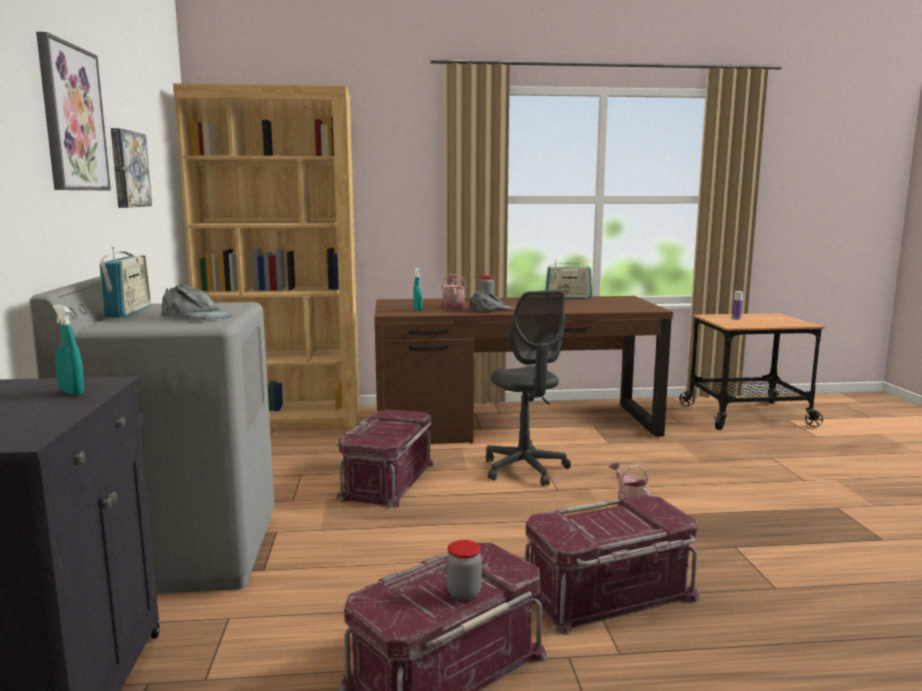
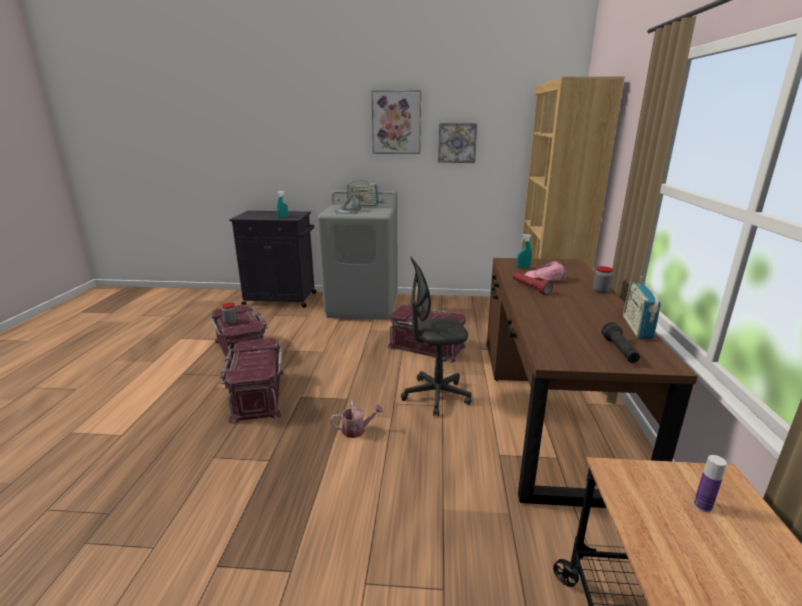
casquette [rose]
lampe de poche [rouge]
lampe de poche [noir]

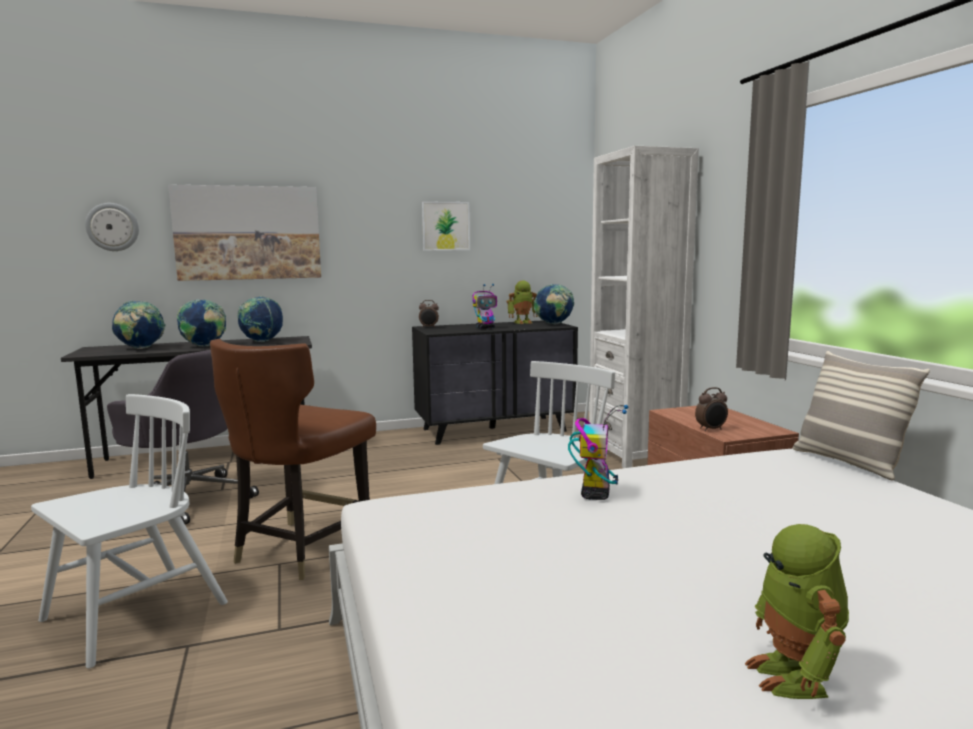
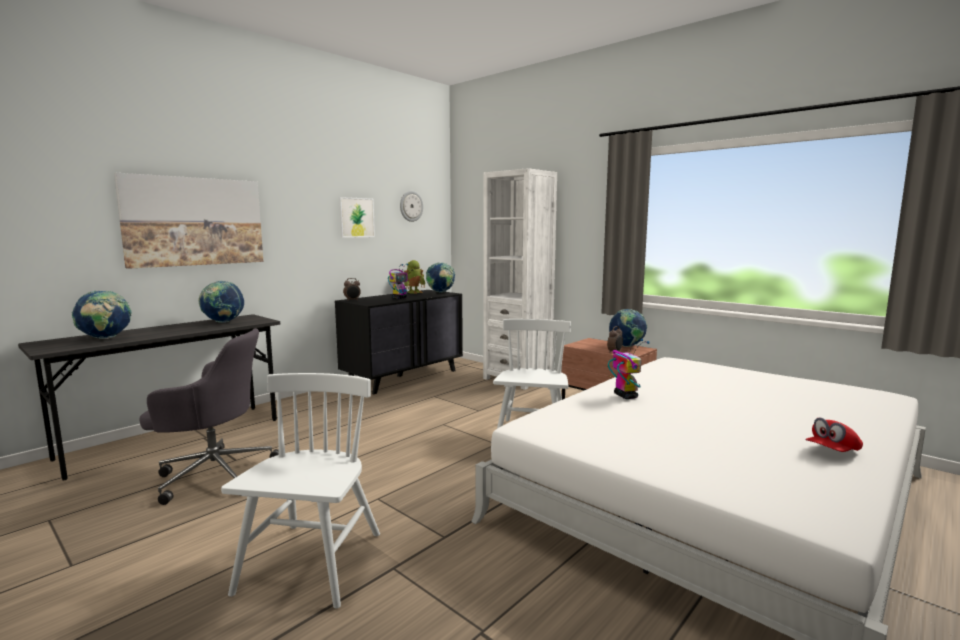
horloge murale
globe (4th from left)
chaise [marron]
coussin
casquette [rouge]

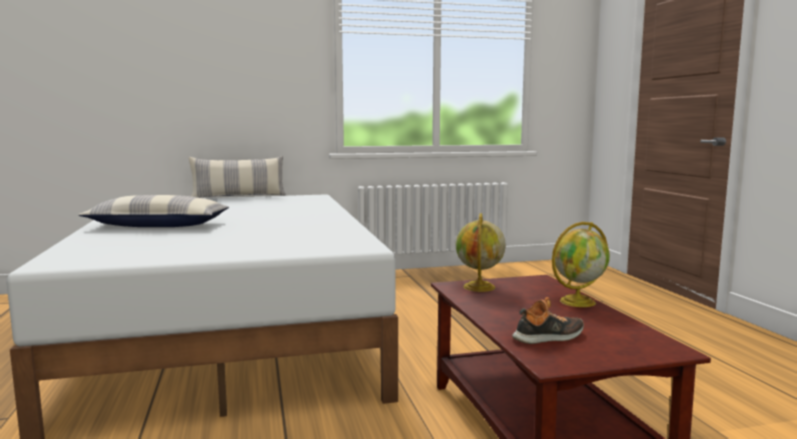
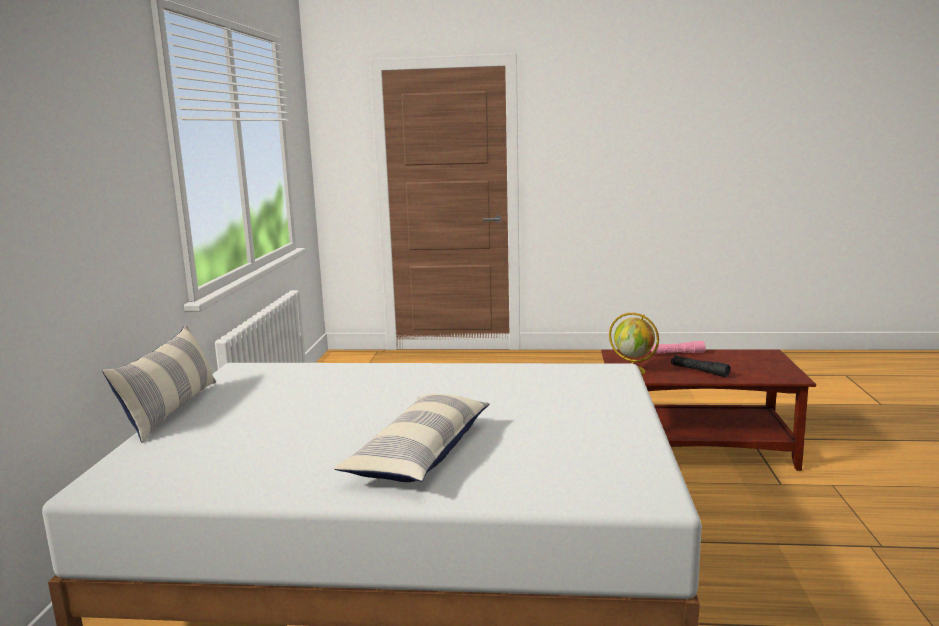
lampe de poche [rose]
chaussure
lampe de poche [noir]

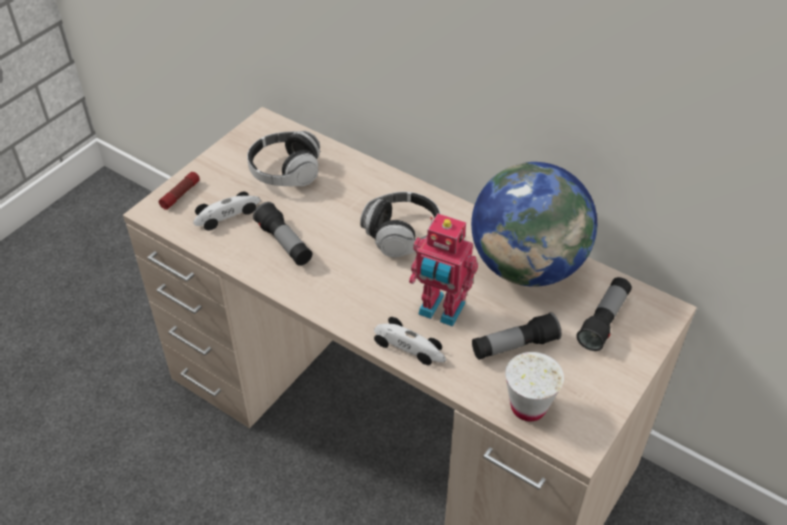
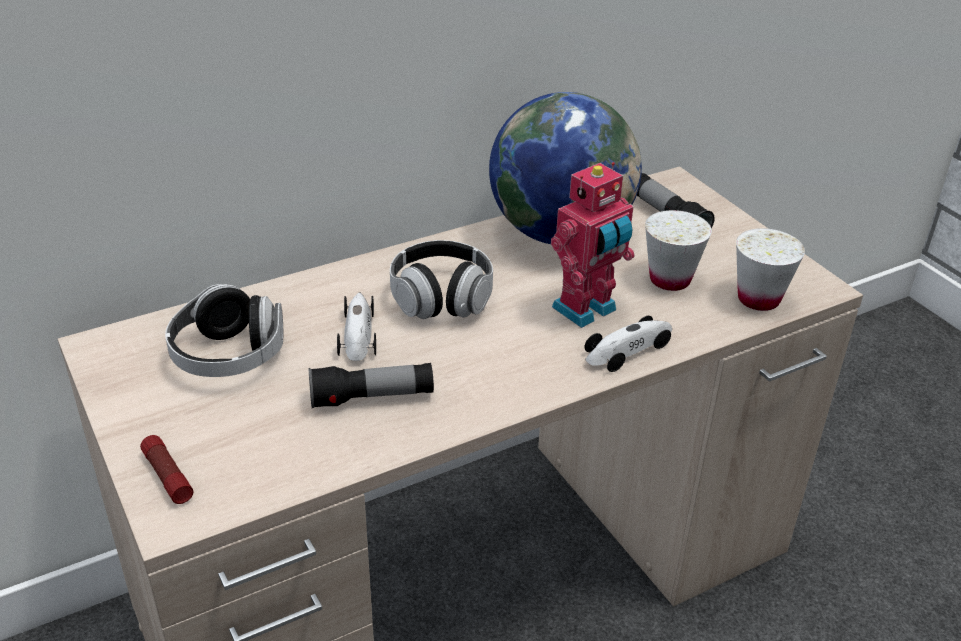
petite voiture (1st from left)
tasse [blanc] (1st from left)

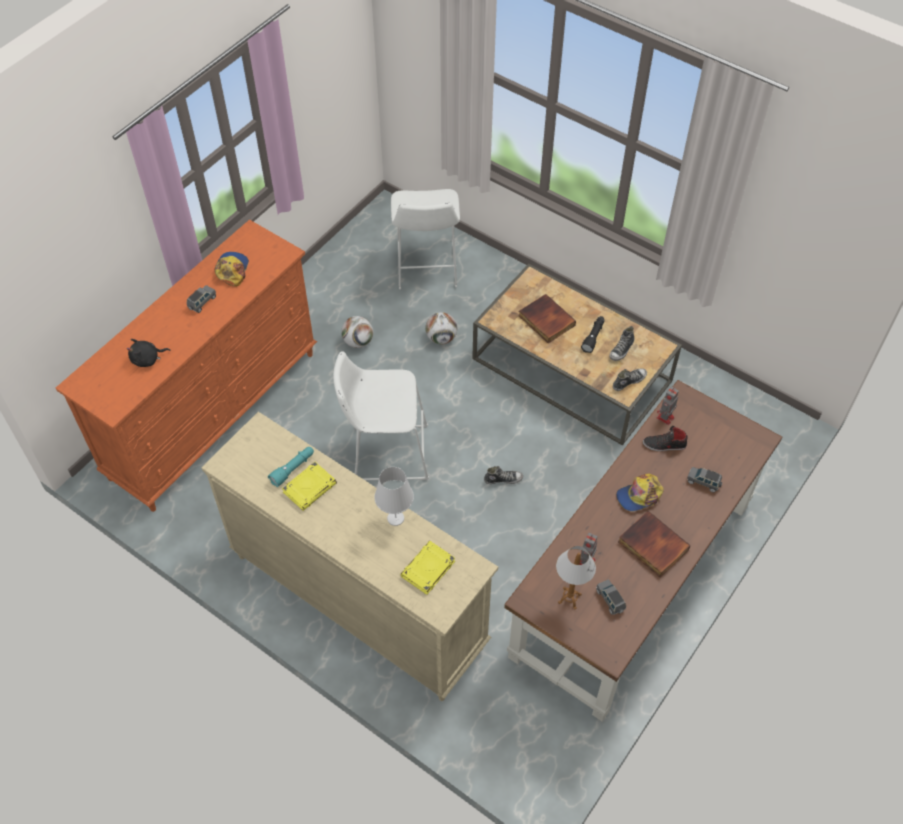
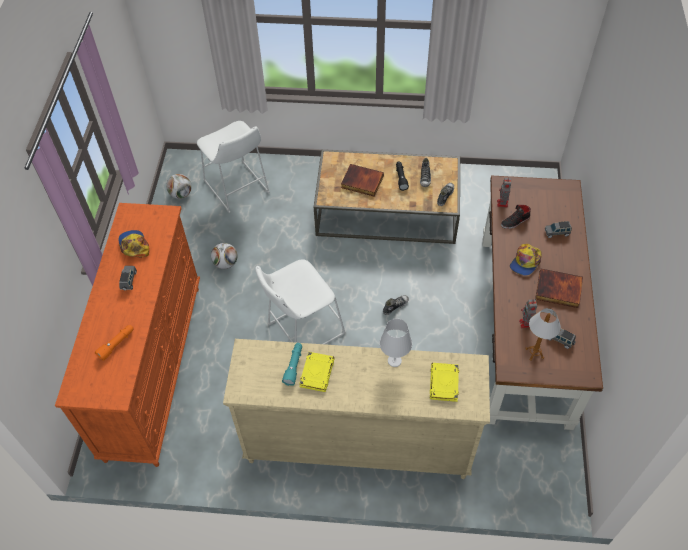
ballon de foot (1st from left)
lampe de poche [orange]

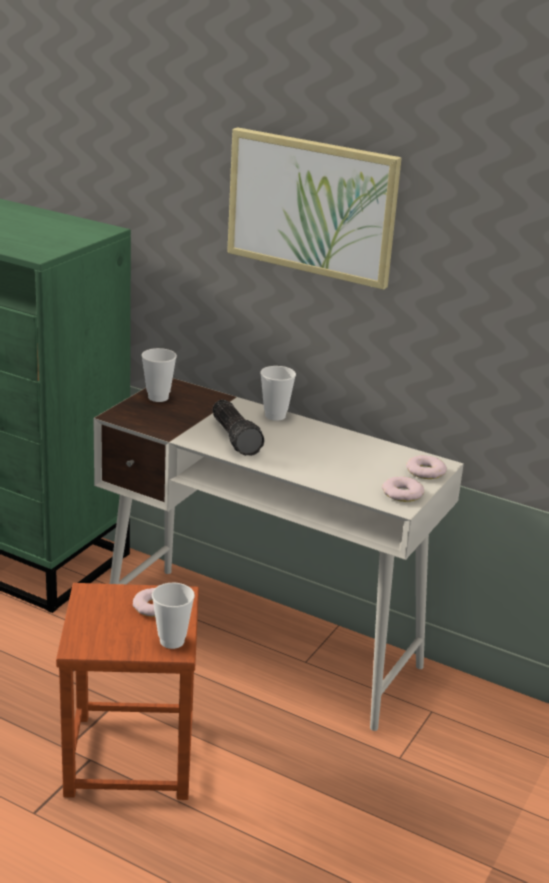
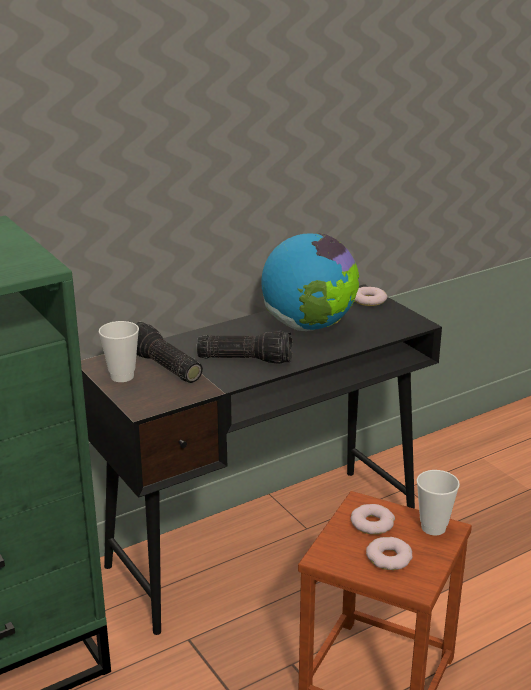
tableau
tasse (3rd from left in the first image)
bureau [noir]
beignet (3rd from left)
globe
lampe de poche (1st from left)

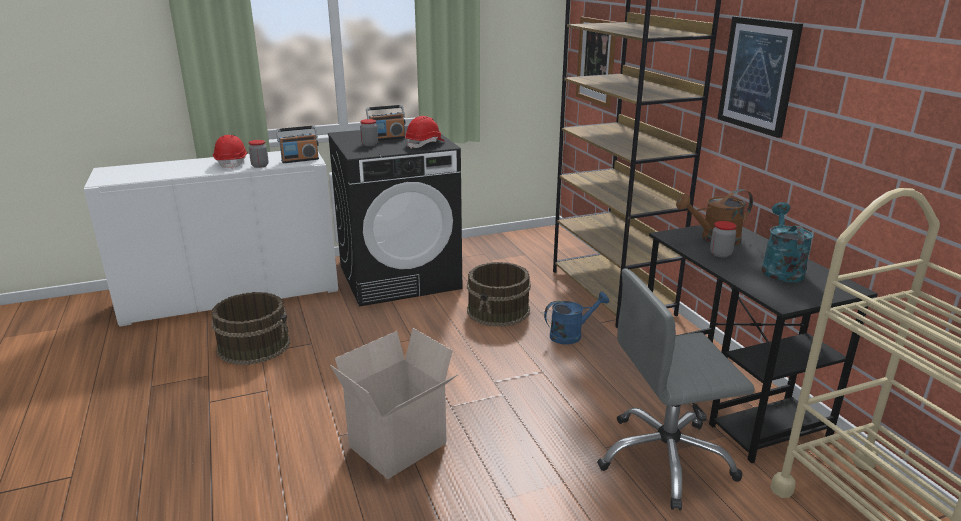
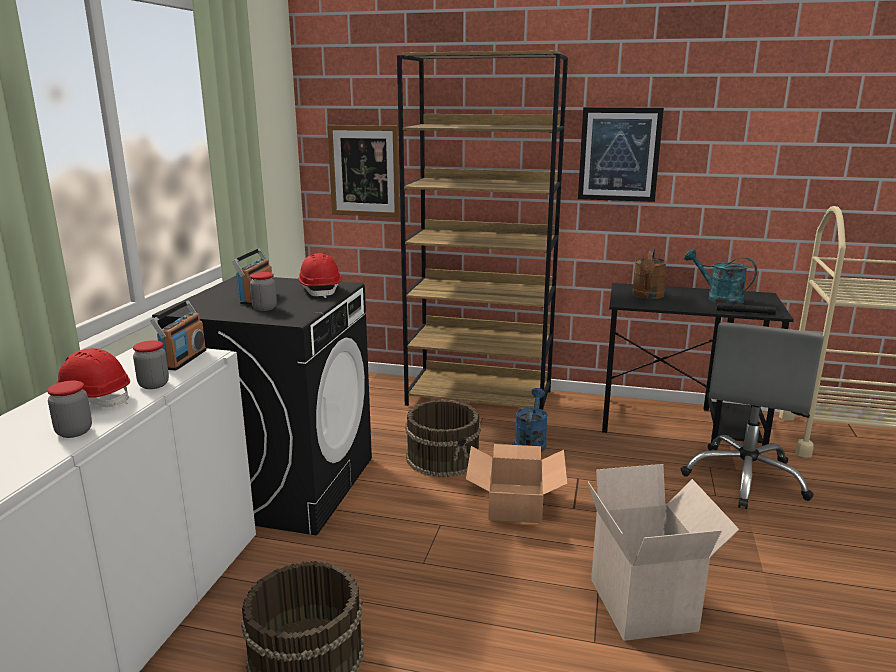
bocal (1st from left)
lampe de poche [noir]
carton (1st from left)

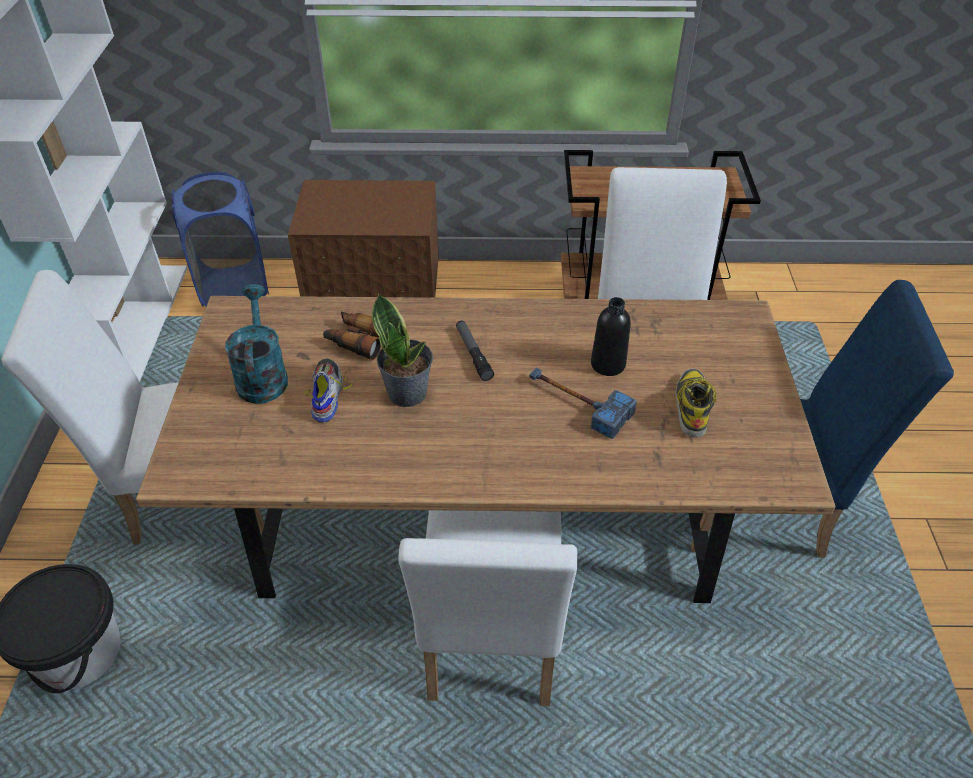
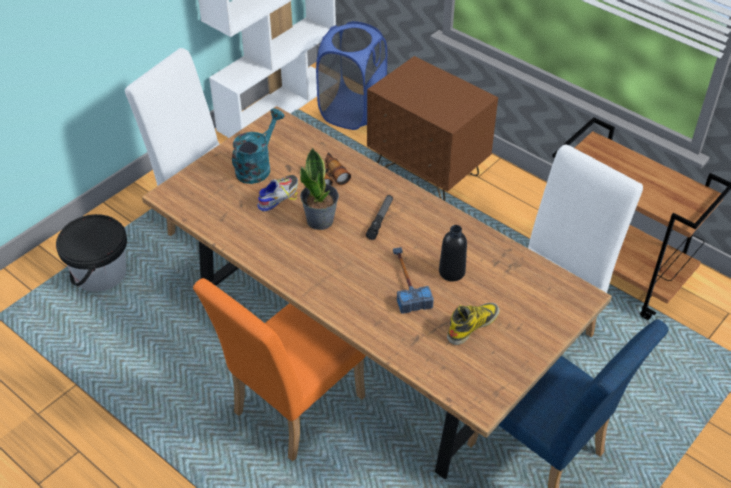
chaise [orange]

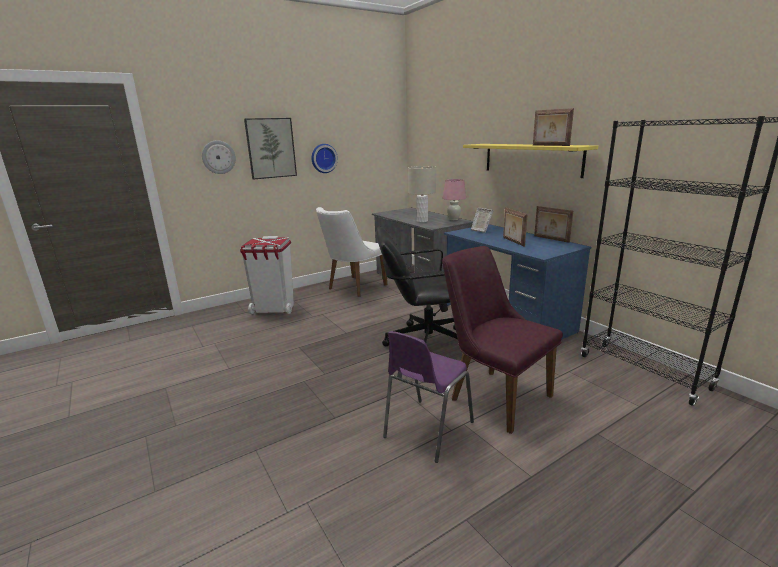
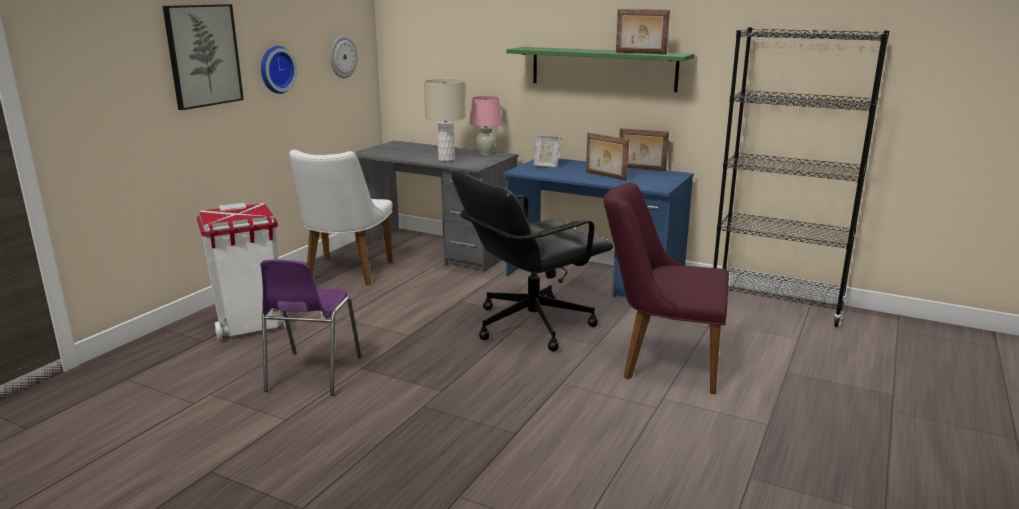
horloge murale (2nd from left)
étagère [vert]
chaise [violet] (1st from left)

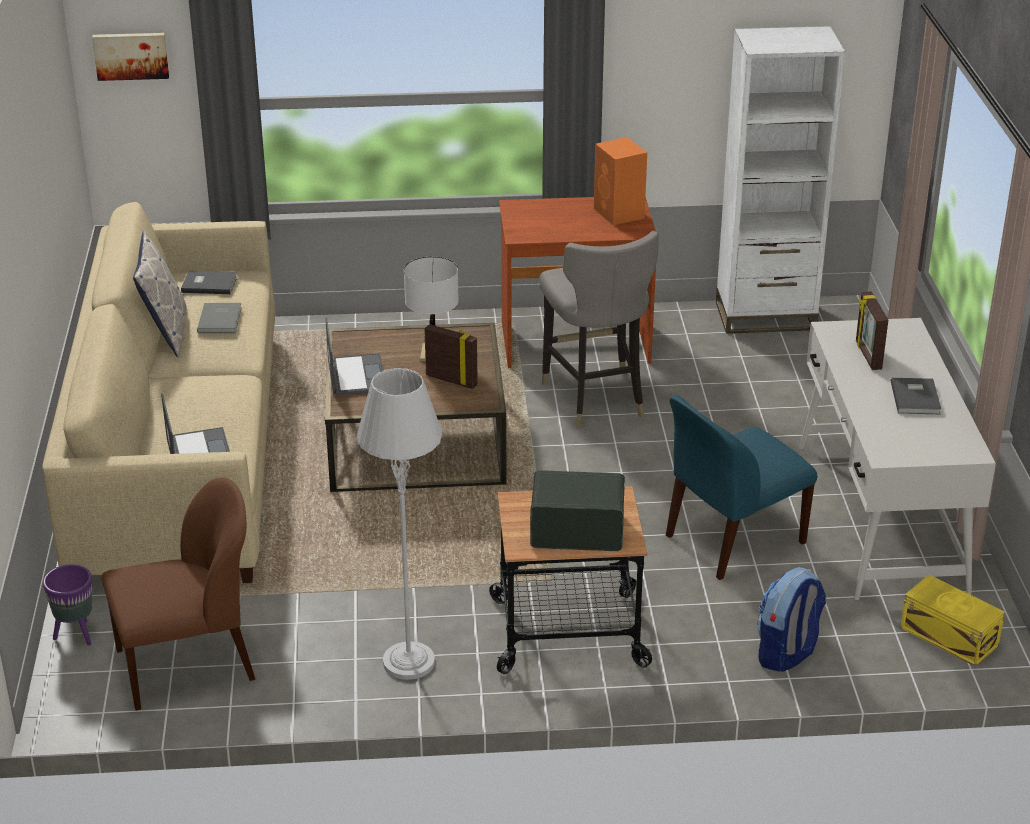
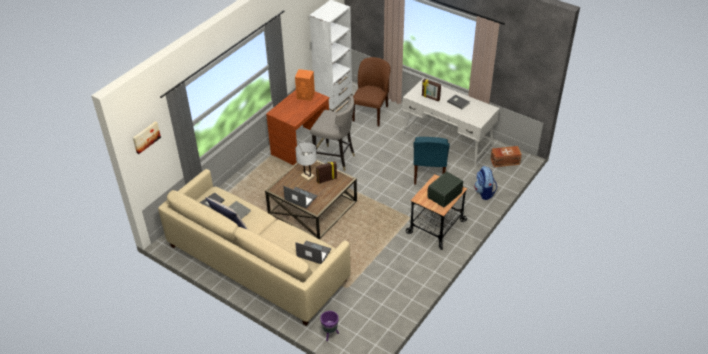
lampadaire [gris]
chaise [marron]
boîte de rangement [marron]

